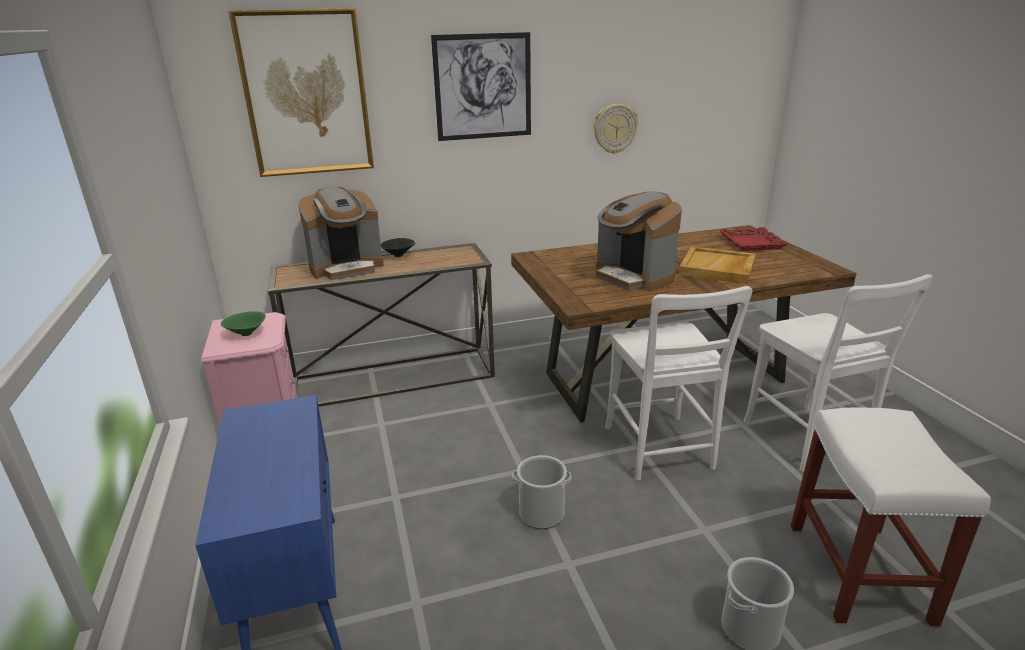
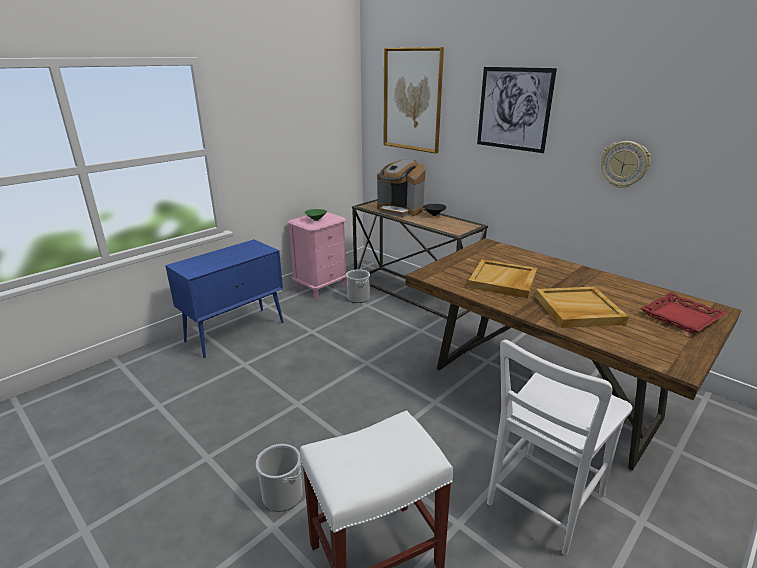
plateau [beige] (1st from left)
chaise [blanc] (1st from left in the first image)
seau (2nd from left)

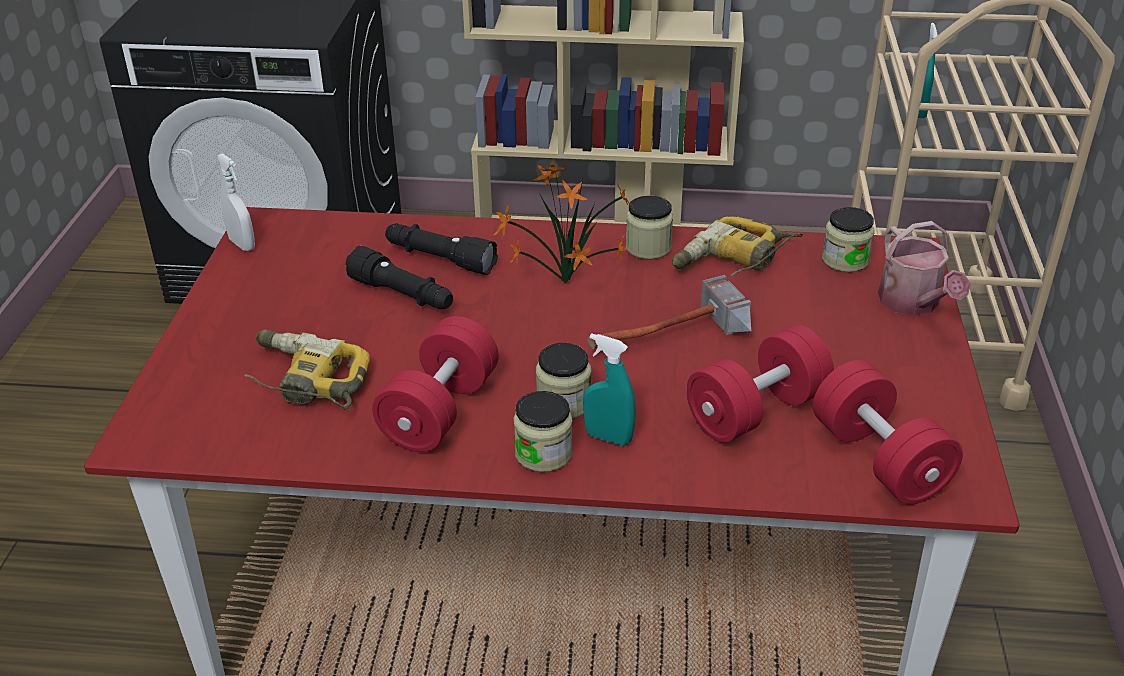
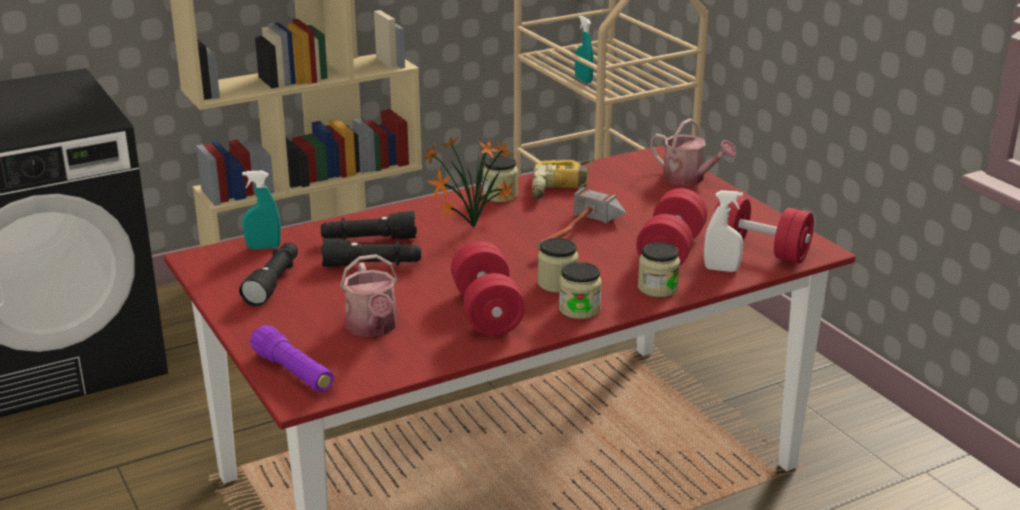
vaporisateur [blanc]
bocal (4th from left)
arrosoir (1st from left)
vaporisateur [turquoise] (1st from left)
lampe de poche [noir] (1st from left)
lampe de poche [violet]

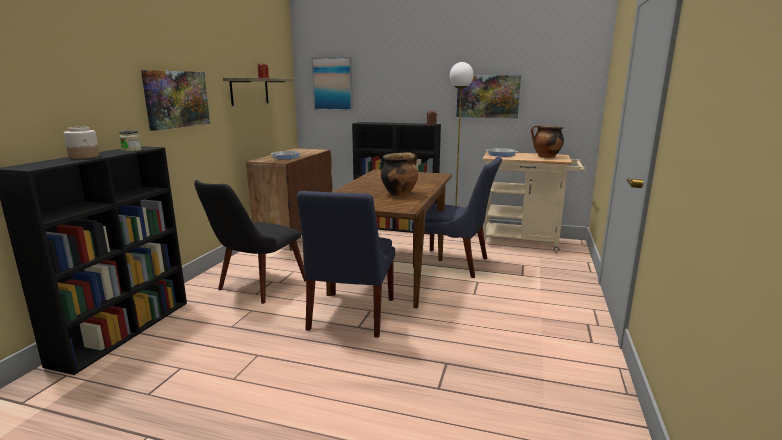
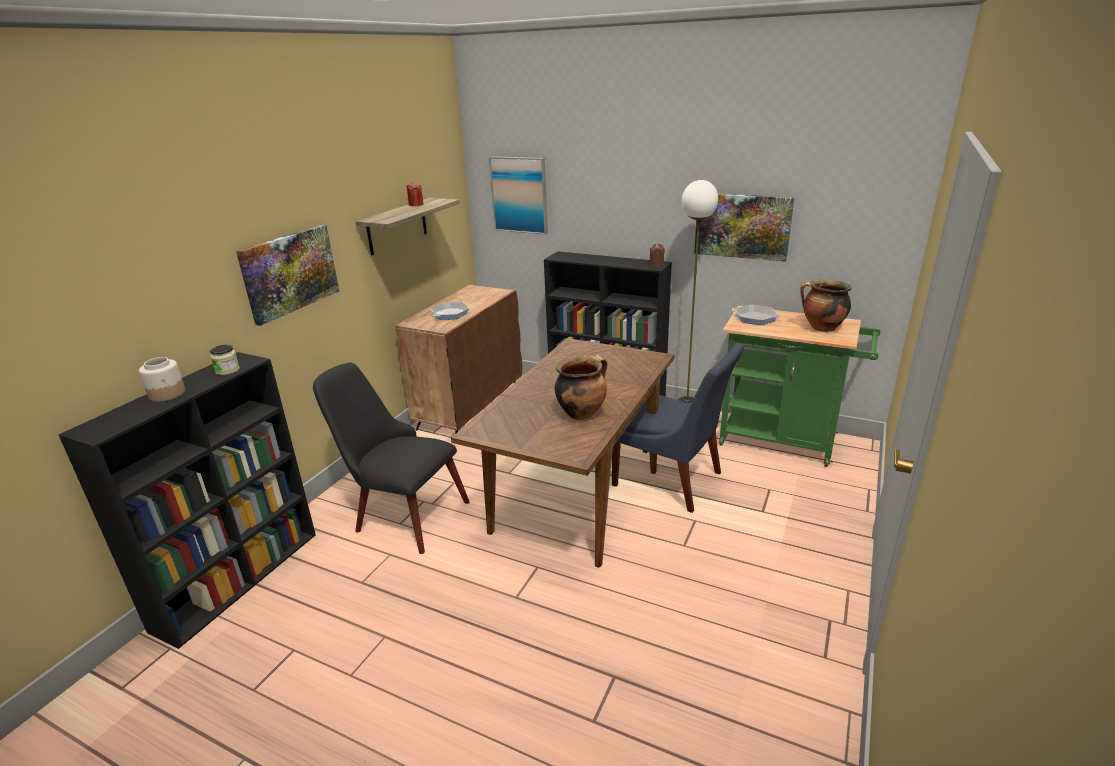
chariot [vert]
chaise [noir]
chaise [bleu] (1st from left in the first image)

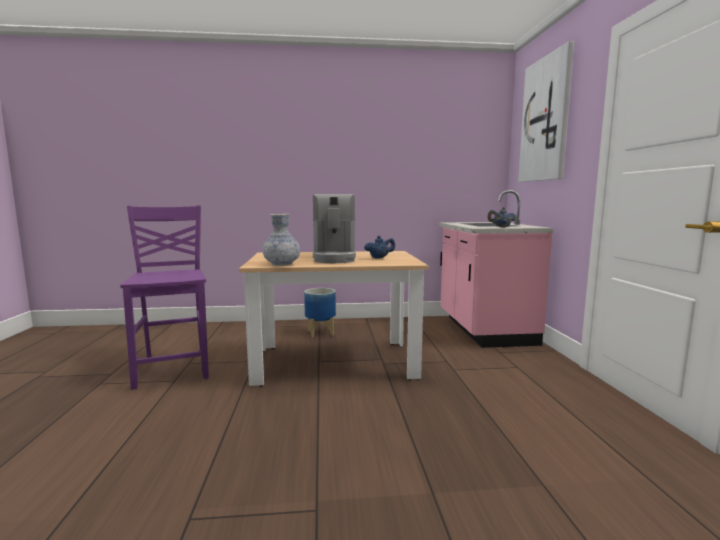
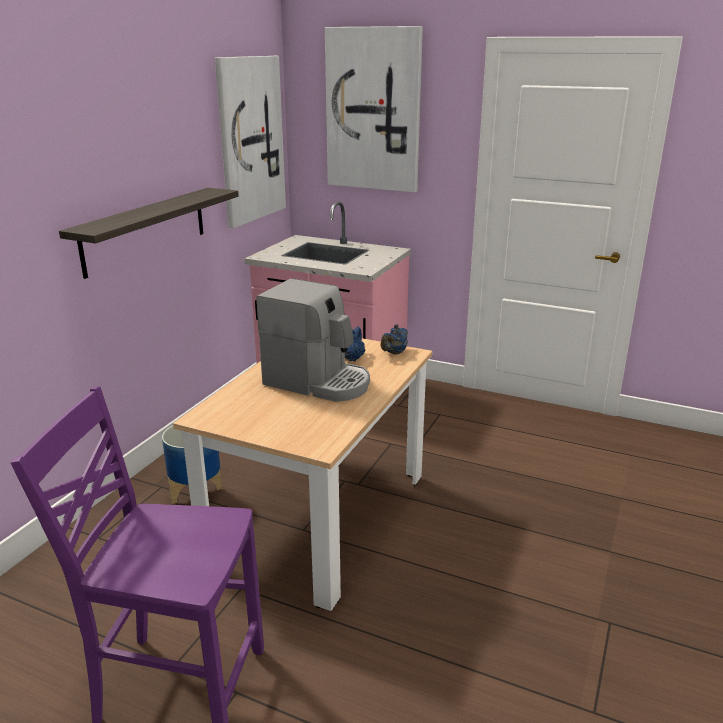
théière [bleu] (2nd from left)
vase
tableau (1st from left)
étagère

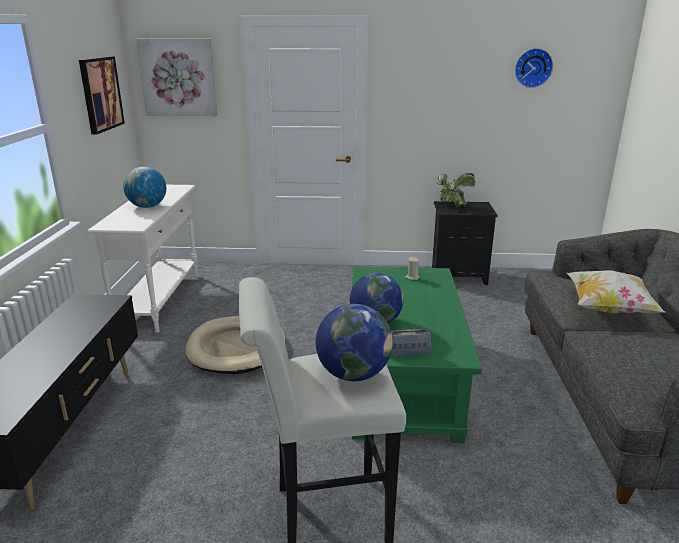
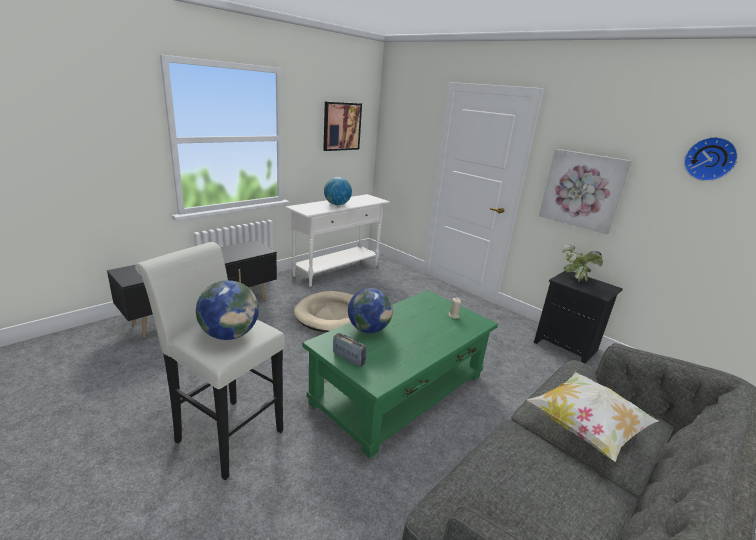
tableau (2nd from left)

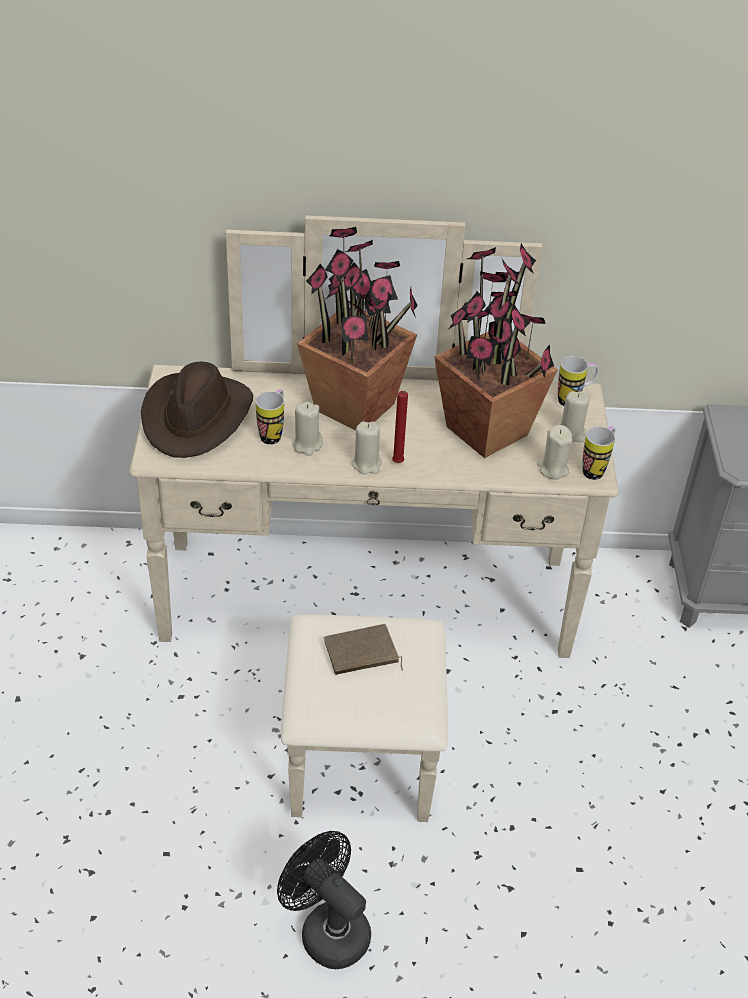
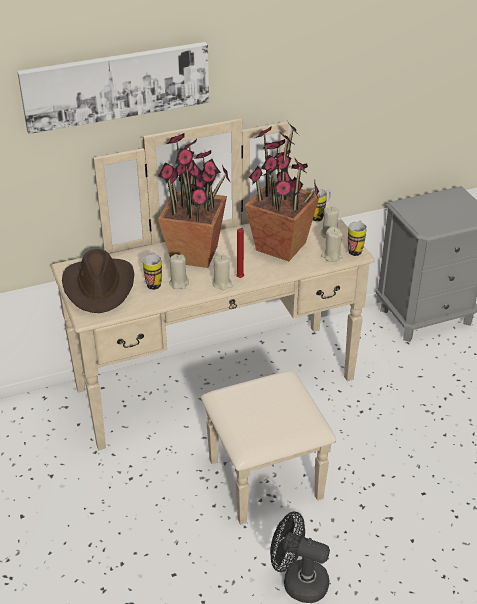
livre [marron]
tableau

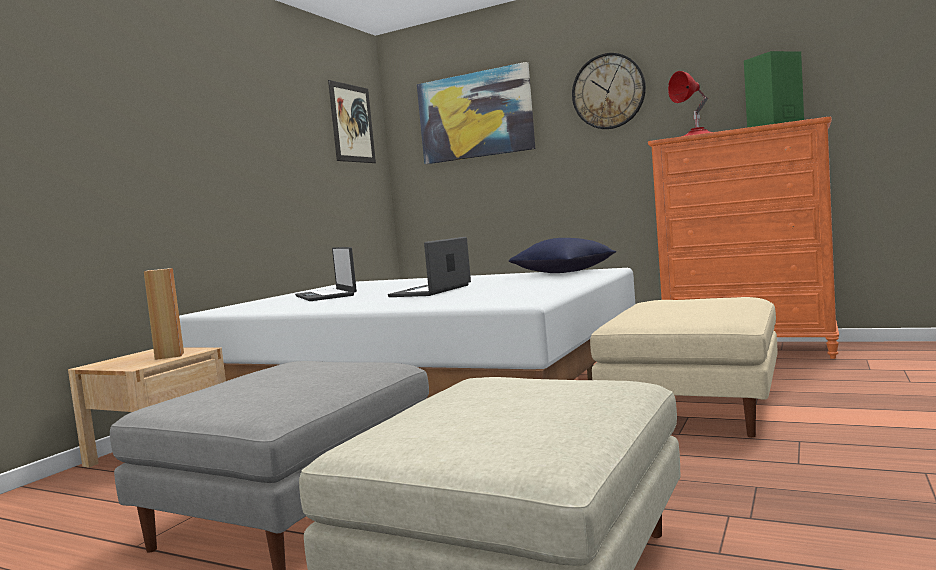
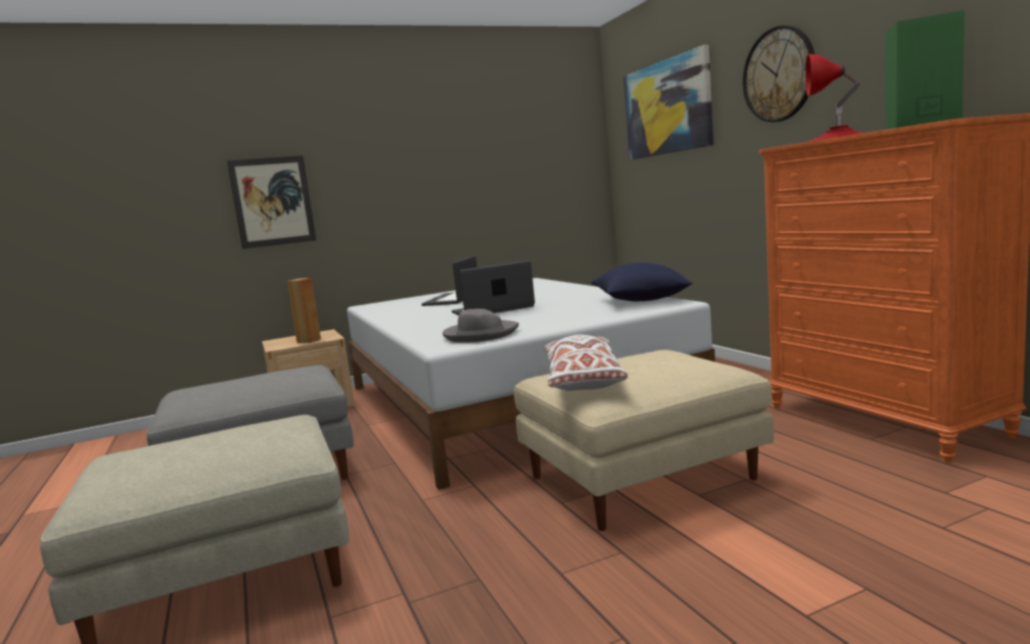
tableau (1st from left)
chapeau [gris]
coussin [blanc]

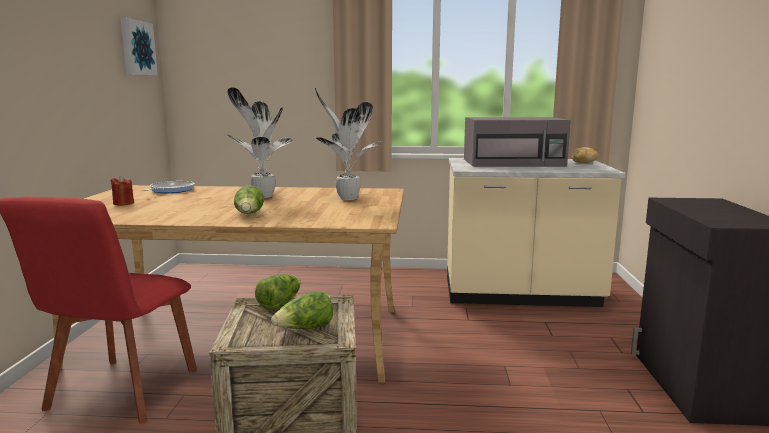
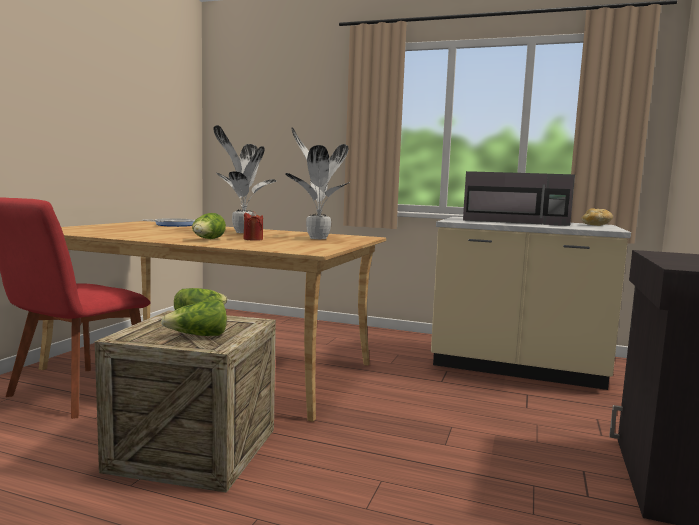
tableau
bougie [rouge]

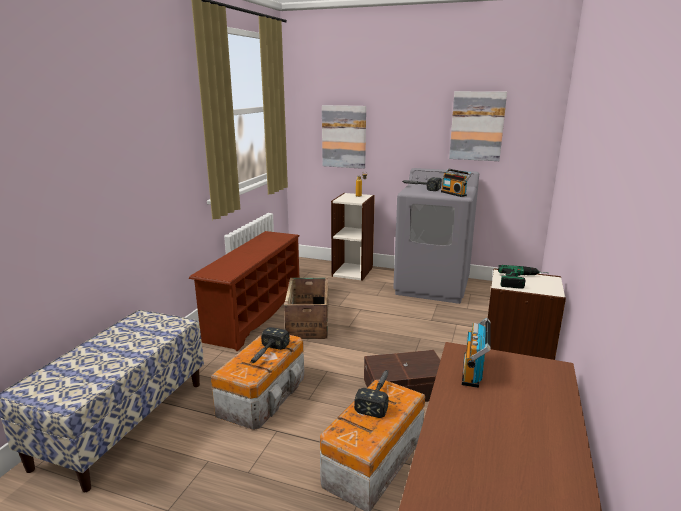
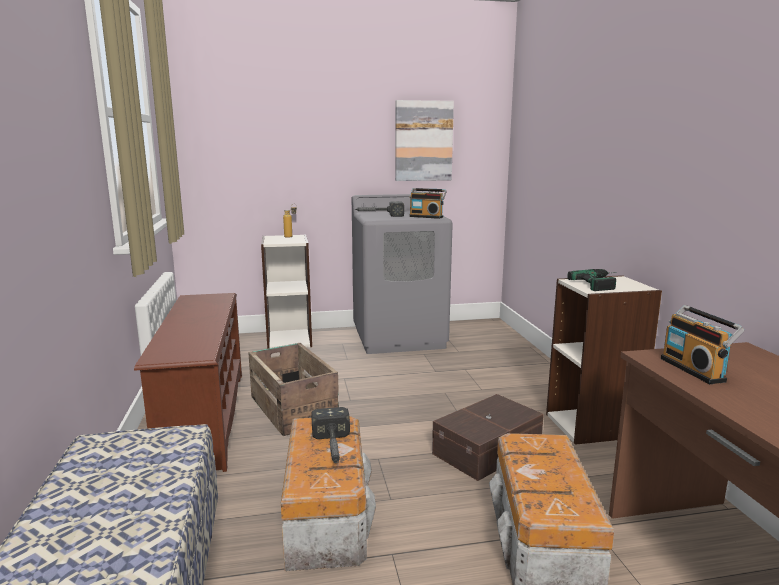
tableau (1st from left in the first image)
marteau (2nd from left in the first image)

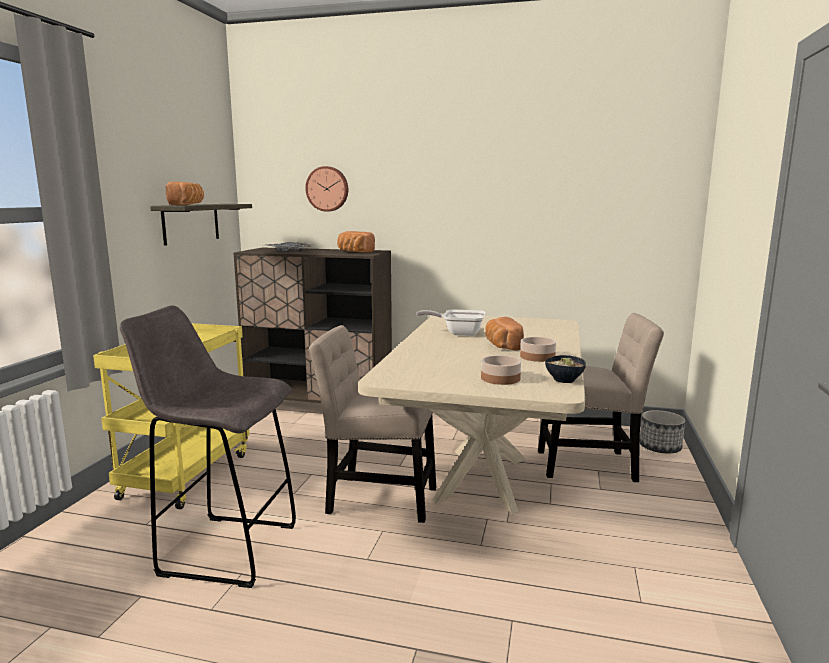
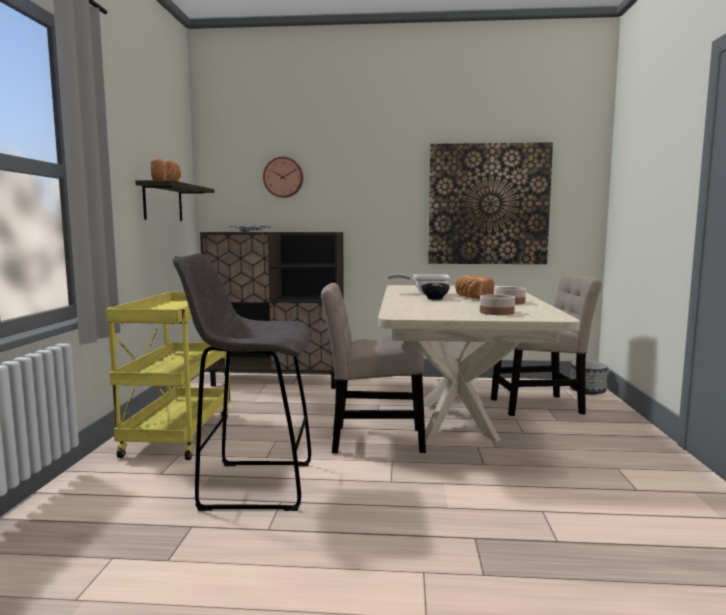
pain (2nd from left in the first image)
bol (1st from left)
tableau

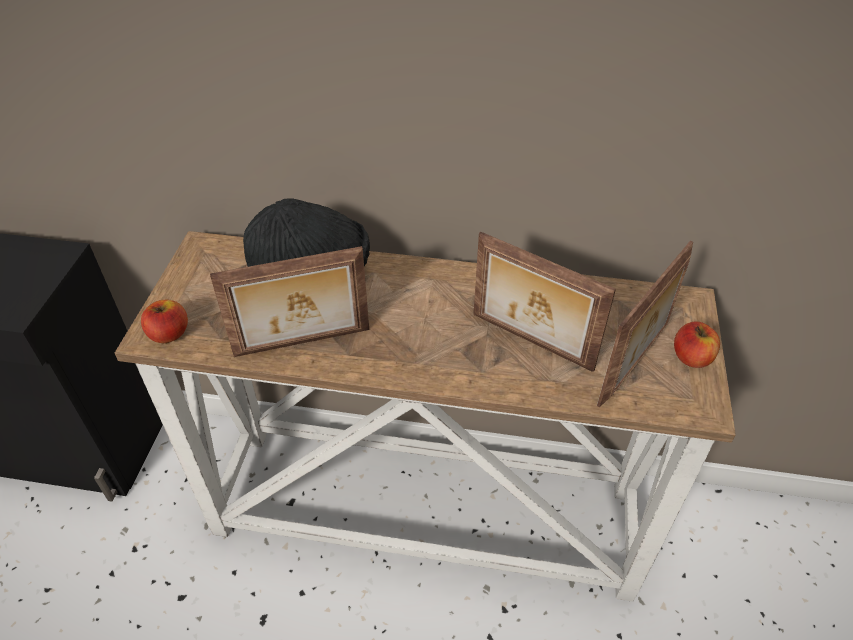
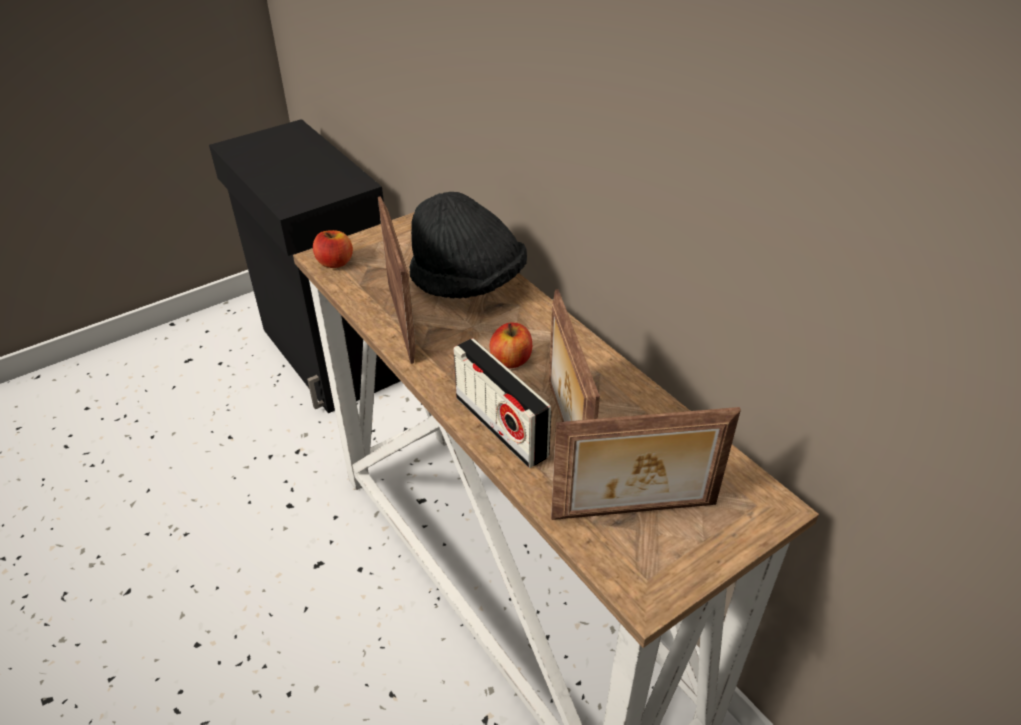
cadre photo (1st from left)
pomme (2nd from left)
radio

